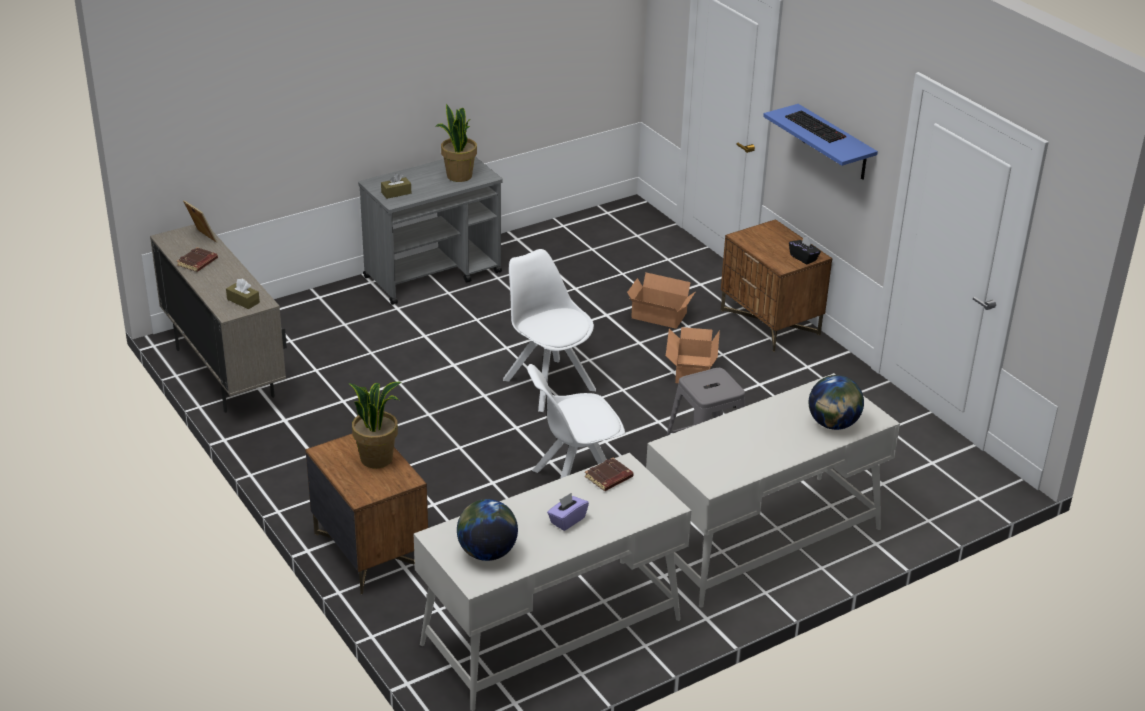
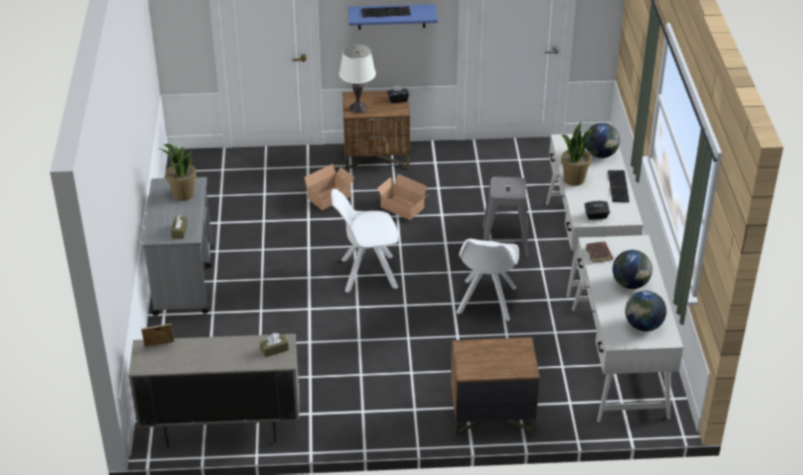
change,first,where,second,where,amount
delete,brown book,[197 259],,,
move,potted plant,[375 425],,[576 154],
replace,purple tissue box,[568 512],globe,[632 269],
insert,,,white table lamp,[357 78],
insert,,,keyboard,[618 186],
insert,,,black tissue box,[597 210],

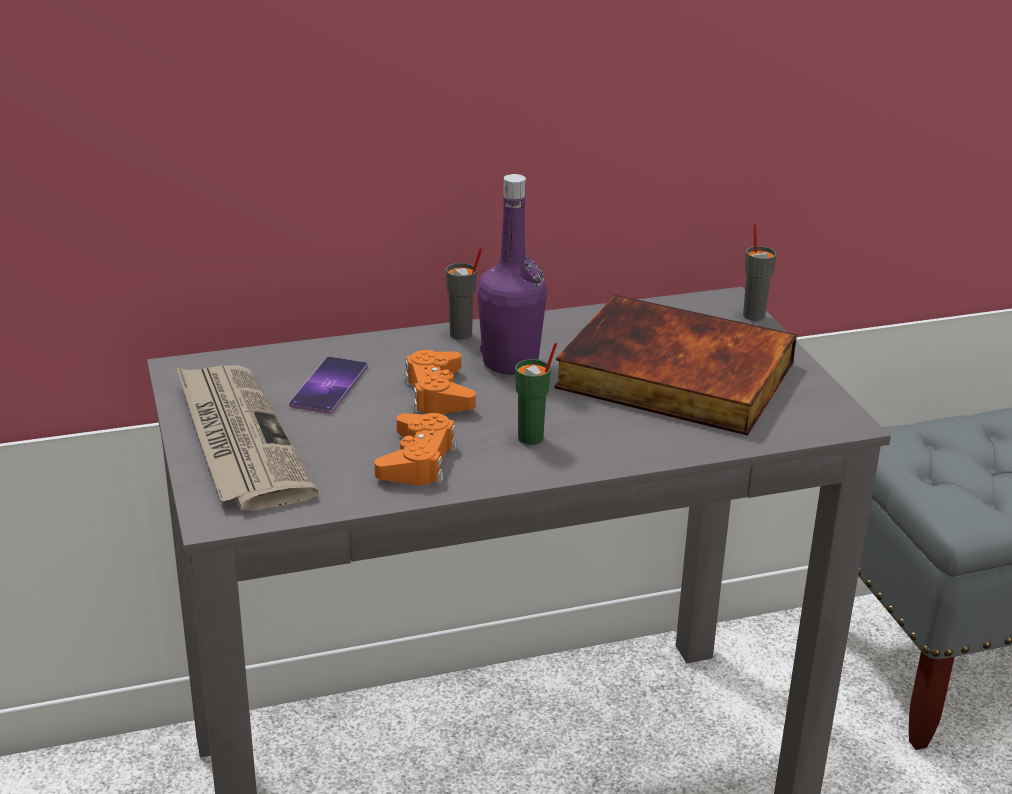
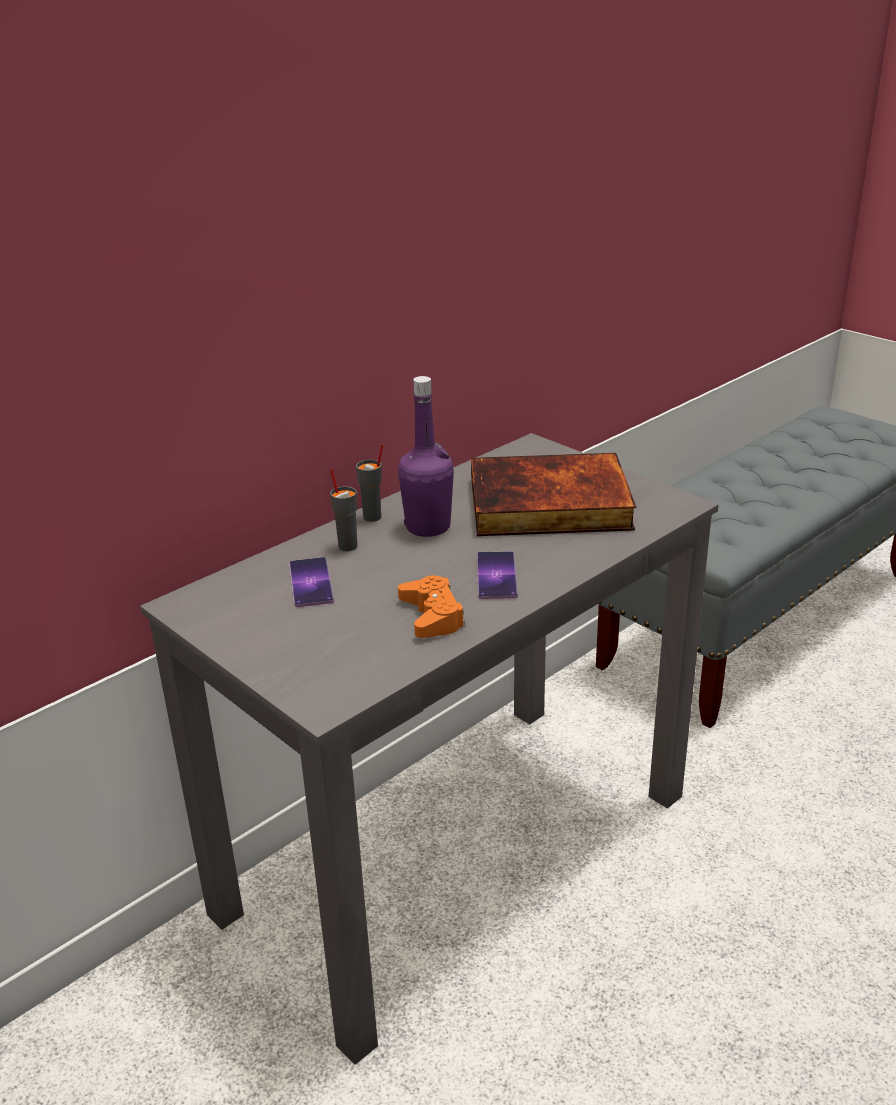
change,first,where,second,where,amount
move,grey cup,[760 272],,[343 510],
replace,green cup,[536 394],phone,[497 575],
delete,orange game controller,[440 382],,,
delete,newspaper,[247 438],,,

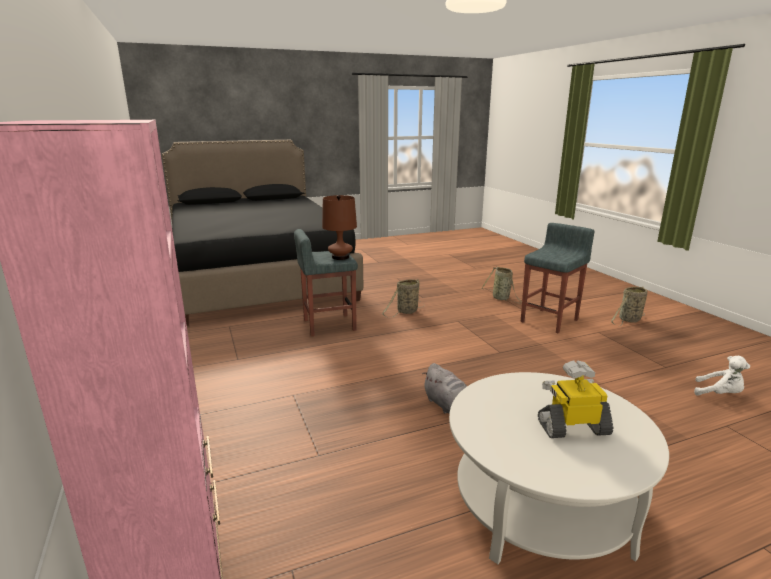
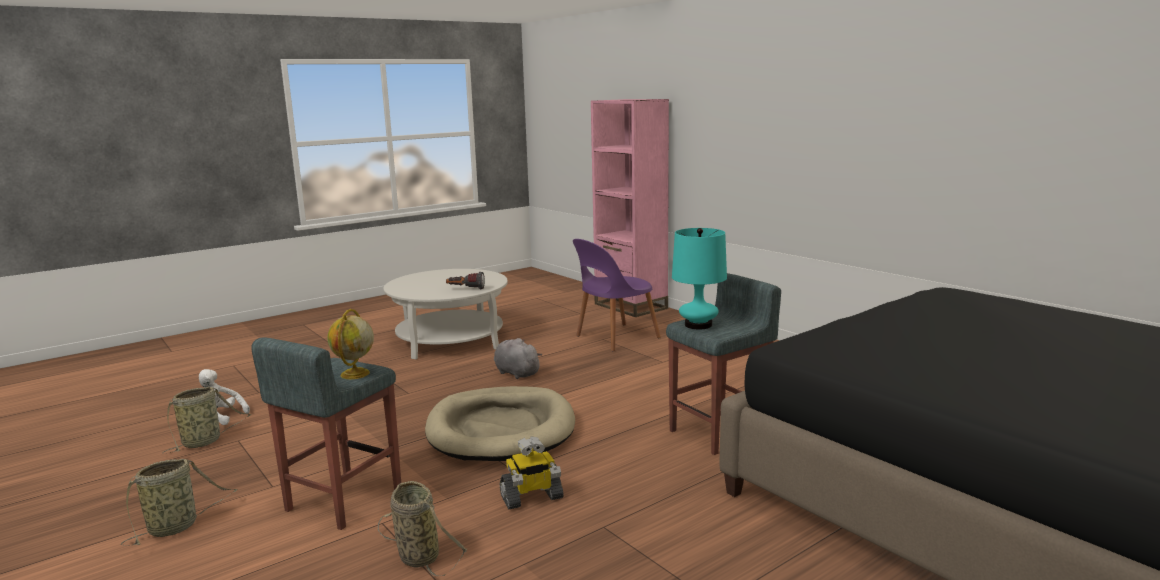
change,first,where,second,where,amount
recolor,brown table lamp,[339 227],turquoise table lamp,[699 278],
move,basket,[403 298],,[207 420],
move,toy robot,[575 399],,[532 473],
insert,,,purple chair,[617 295],
insert,,,flashlight,[465 280],
insert,,,globe,[350 344],
insert,,,beige dog bed,[500 423],

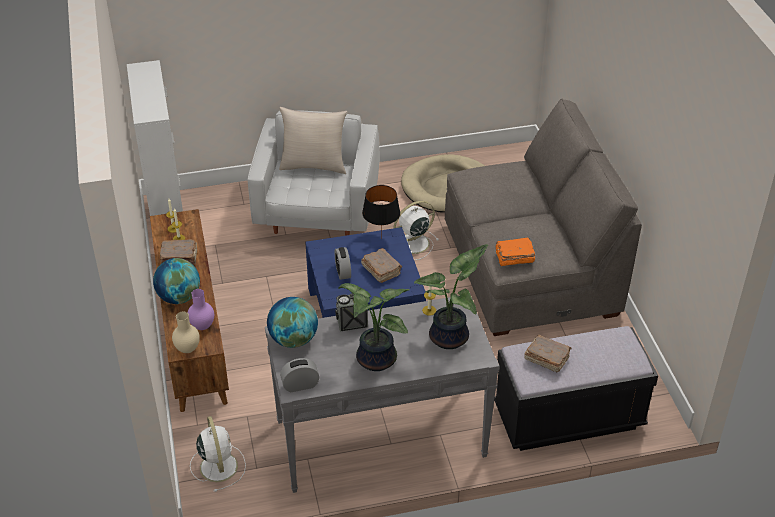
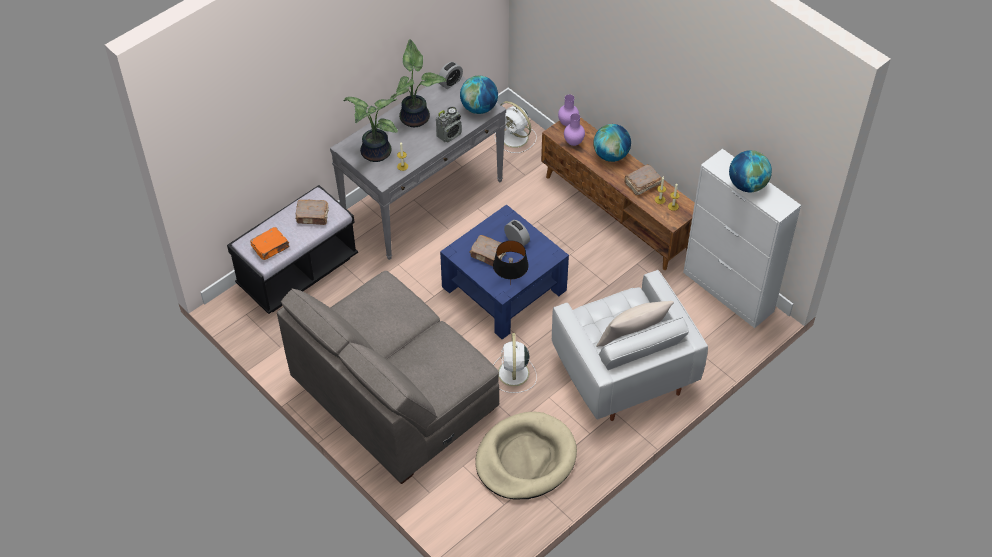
change,first,where,second,where,amount
rotate,white fan,[416 230],,[515 363],150 degrees clockwise
move,orange book,[515 252],,[269 243],
recolor,beige vase,[186 332],purple vase,[568 110],
insert,,,globe,[750 171],

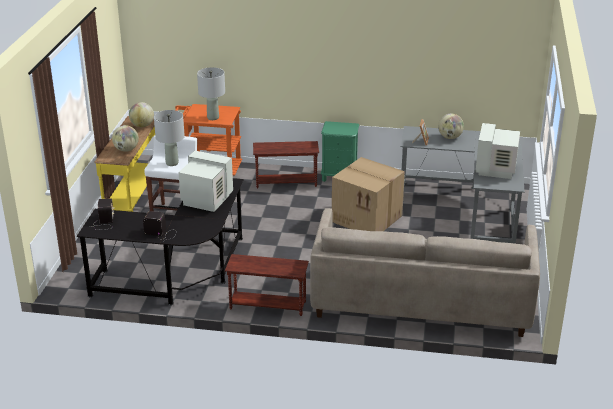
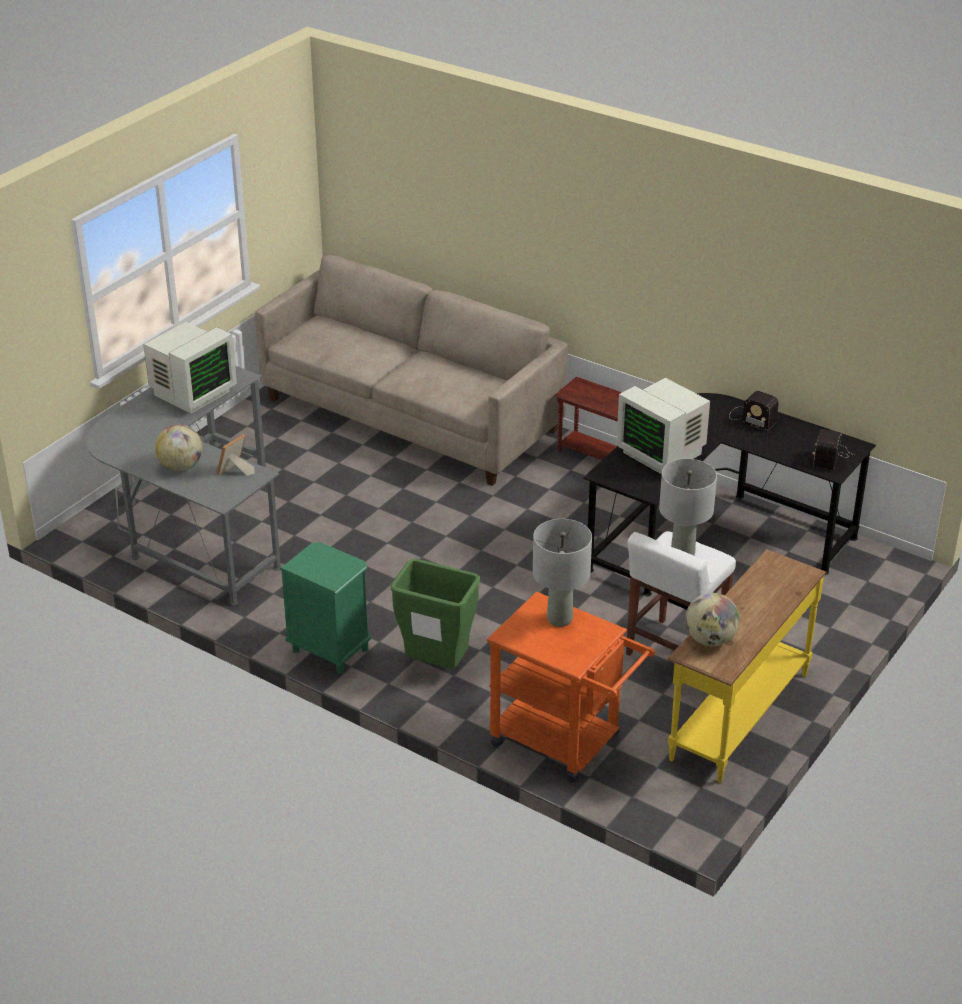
change,first,where,second,where,amount
delete,globe,[125 138],,,
replace,brown side table,[286 165],green trash can,[435 614],
delete,cardboard box,[368 194],,,

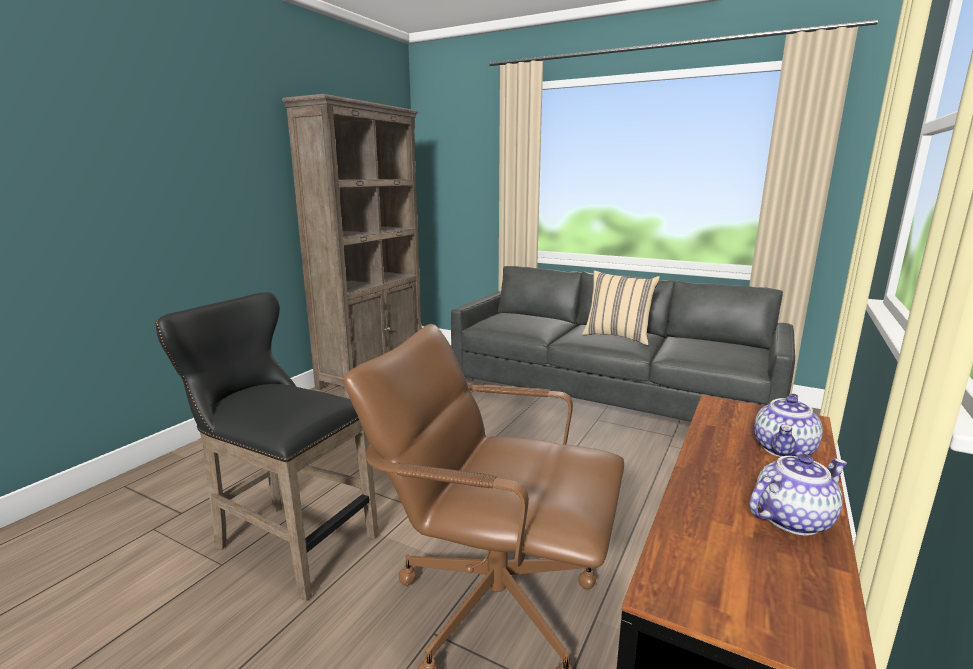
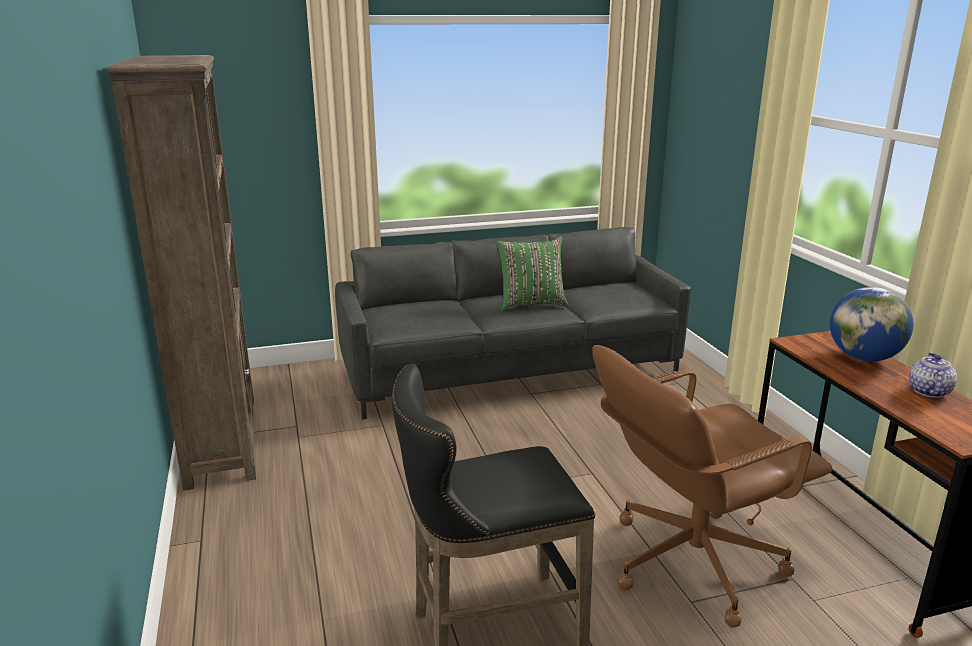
change,first,where,second,where,amount
recolor,beige pillow,[621 308],green pillow,[532 274],
replace,teapot,[788 425],globe,[871 324],

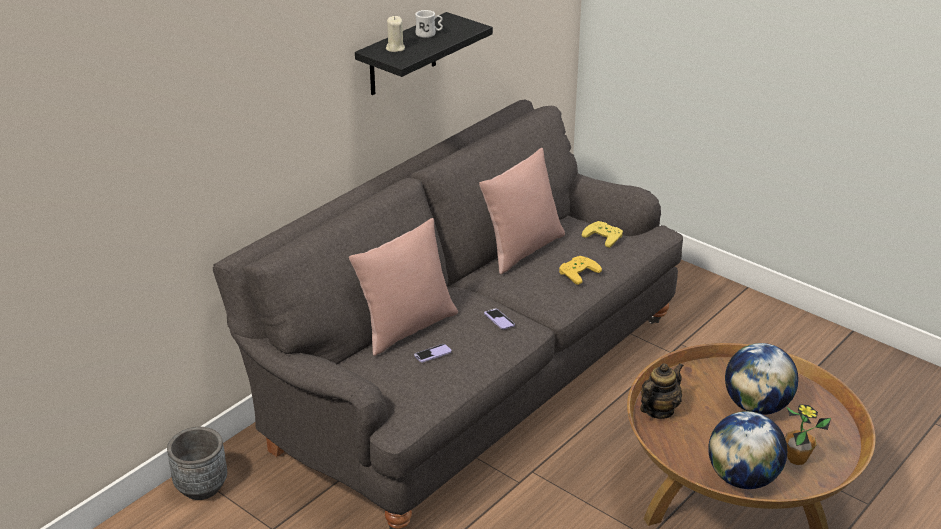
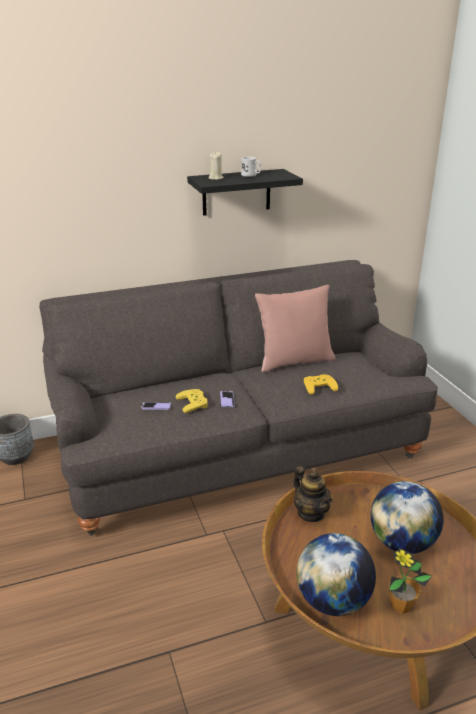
change,first,where,second,where,amount
delete,pink pillow,[403 287],,,
move,yellow game controller,[602 234],,[192 401],
rotate,teapot,[661 391],,[312 494],75 degrees clockwise

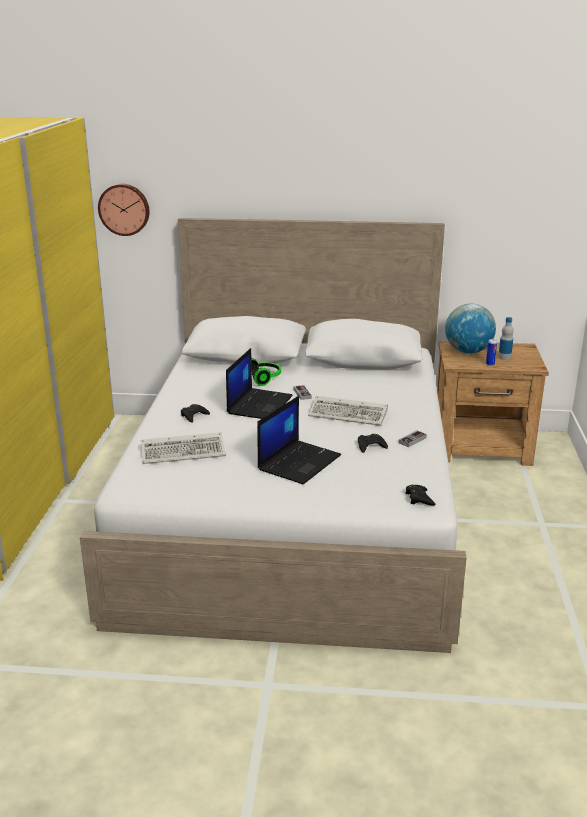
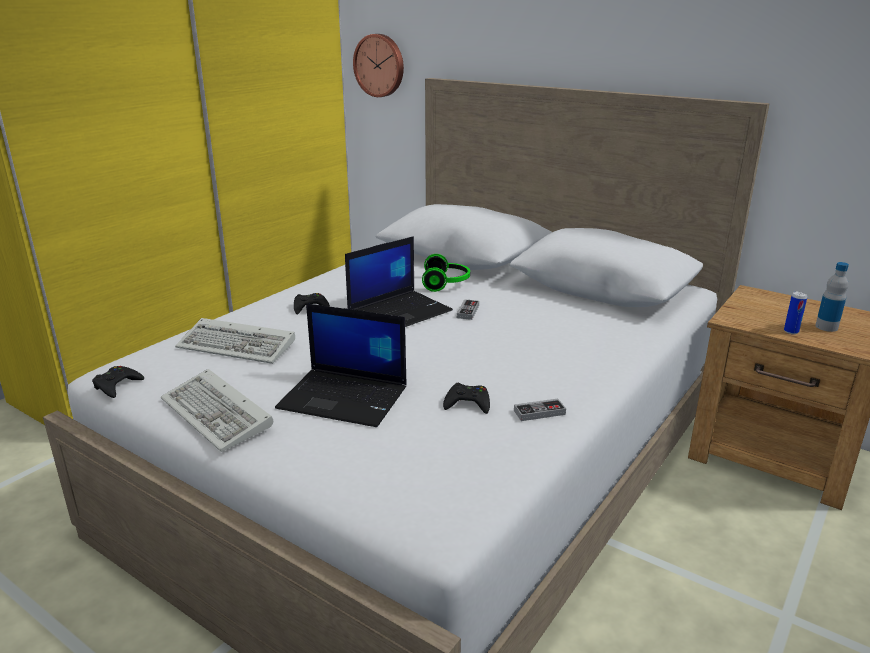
change,first,where,second,where,amount
delete,globe,[470 328],,,
rotate,laptop,[299 440],,[341 365],45 degrees clockwise
move,keyboard,[348 411],,[217 410],
move,black game controller,[421 495],,[118 382],

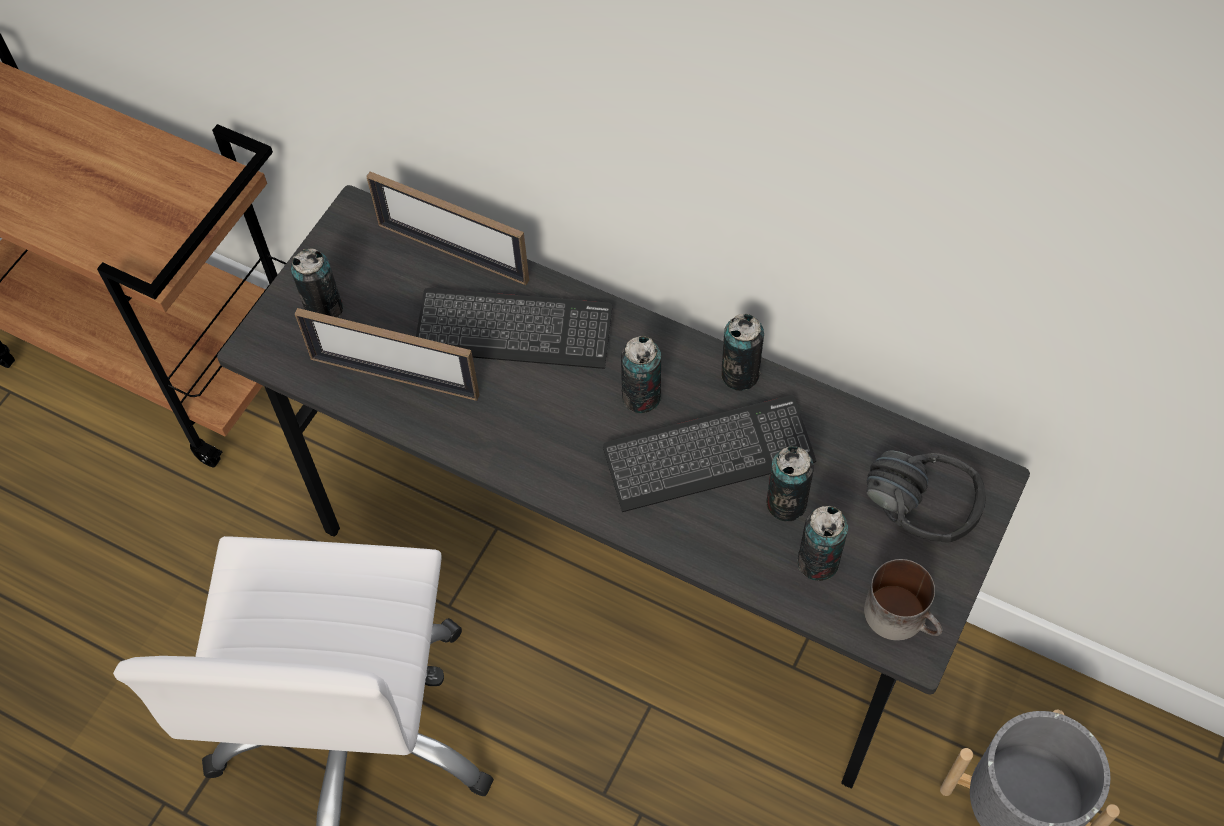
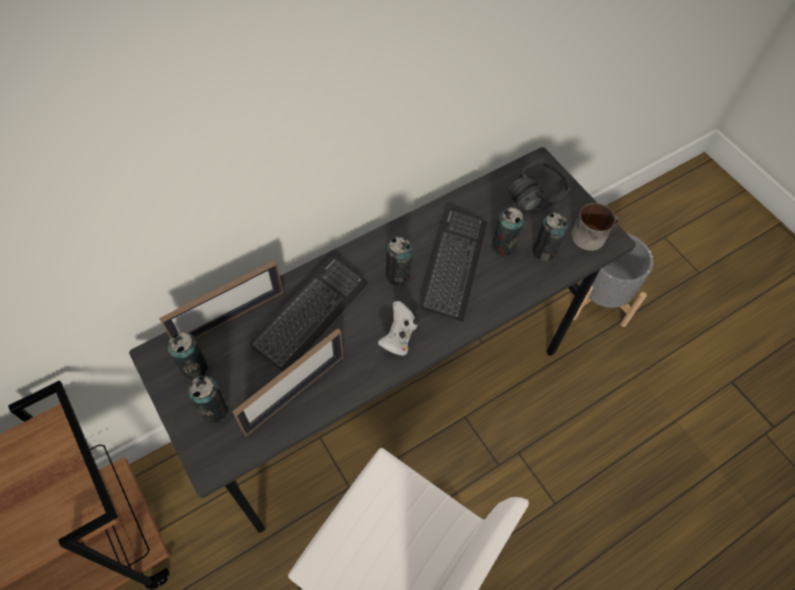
change,first,where,second,where,amount
move,can,[742 352],,[188 356],
insert,,,white game controller,[398 328],

